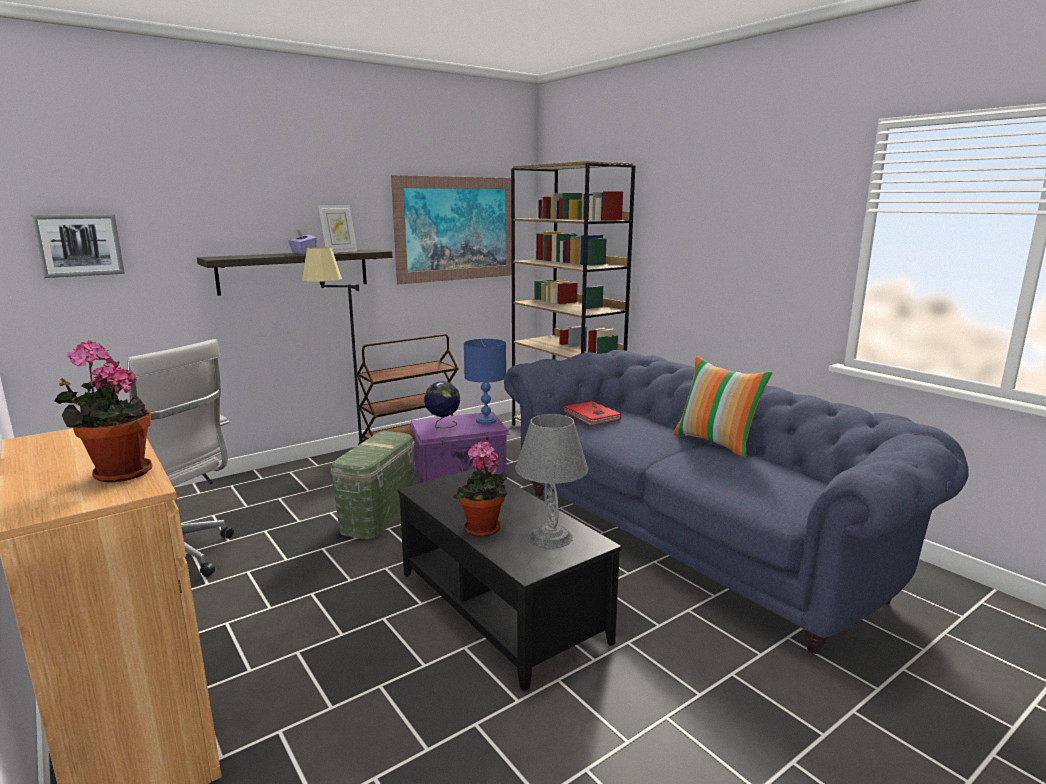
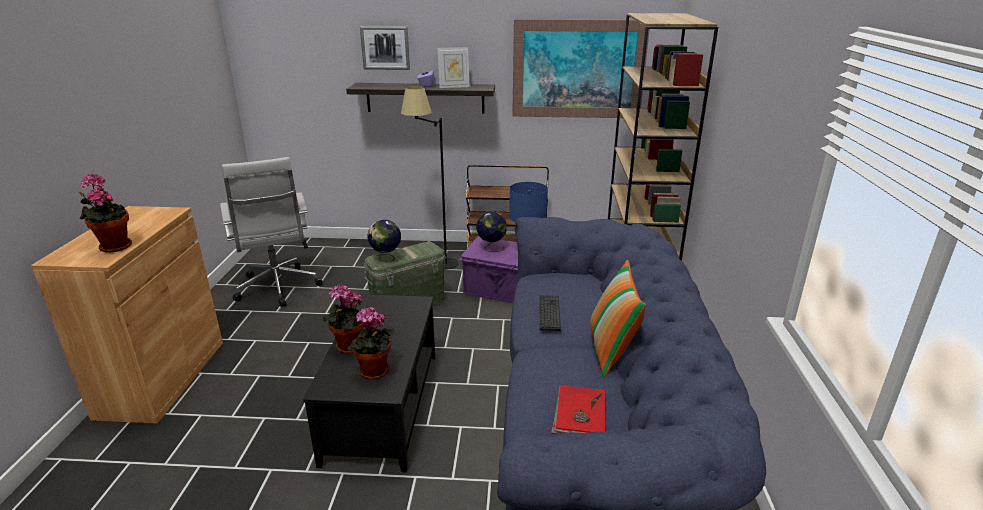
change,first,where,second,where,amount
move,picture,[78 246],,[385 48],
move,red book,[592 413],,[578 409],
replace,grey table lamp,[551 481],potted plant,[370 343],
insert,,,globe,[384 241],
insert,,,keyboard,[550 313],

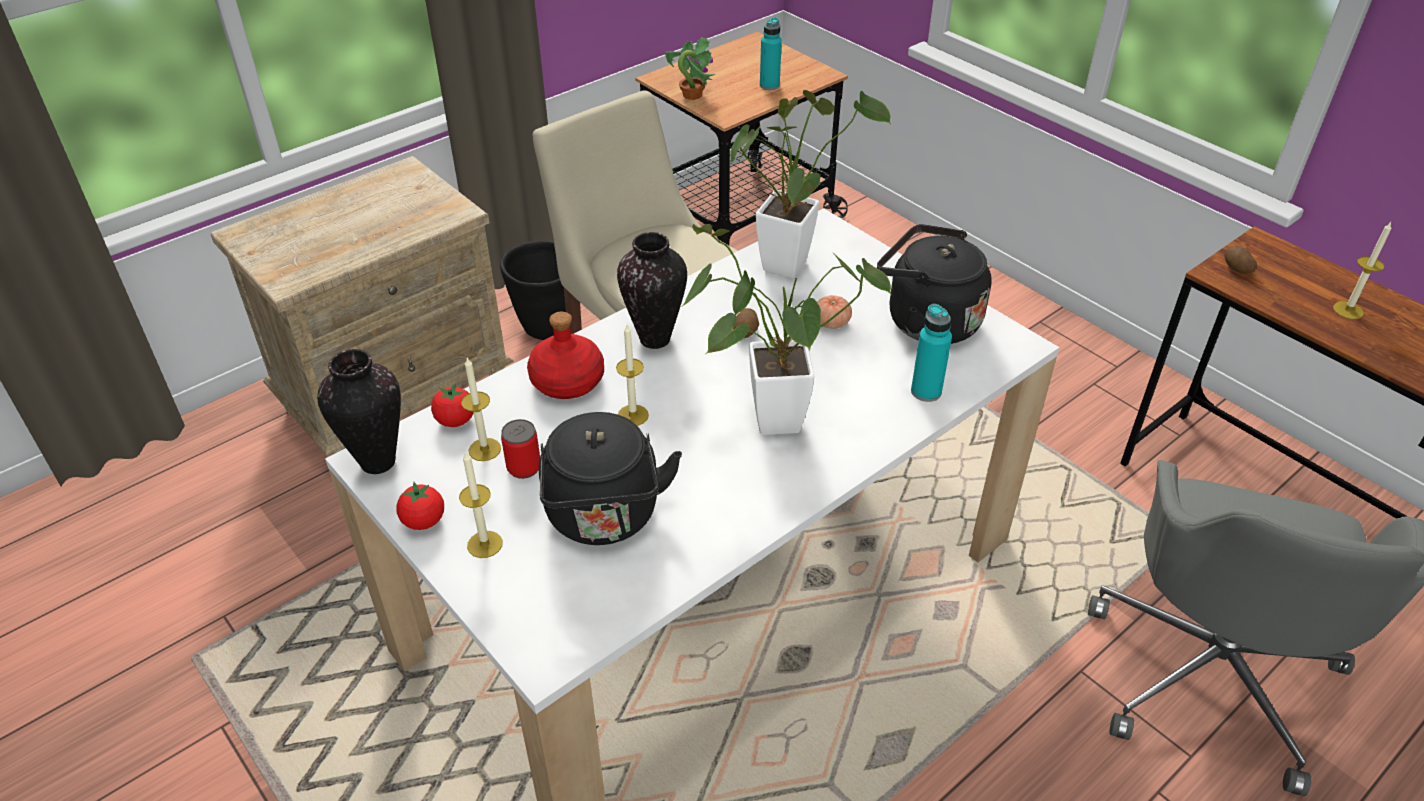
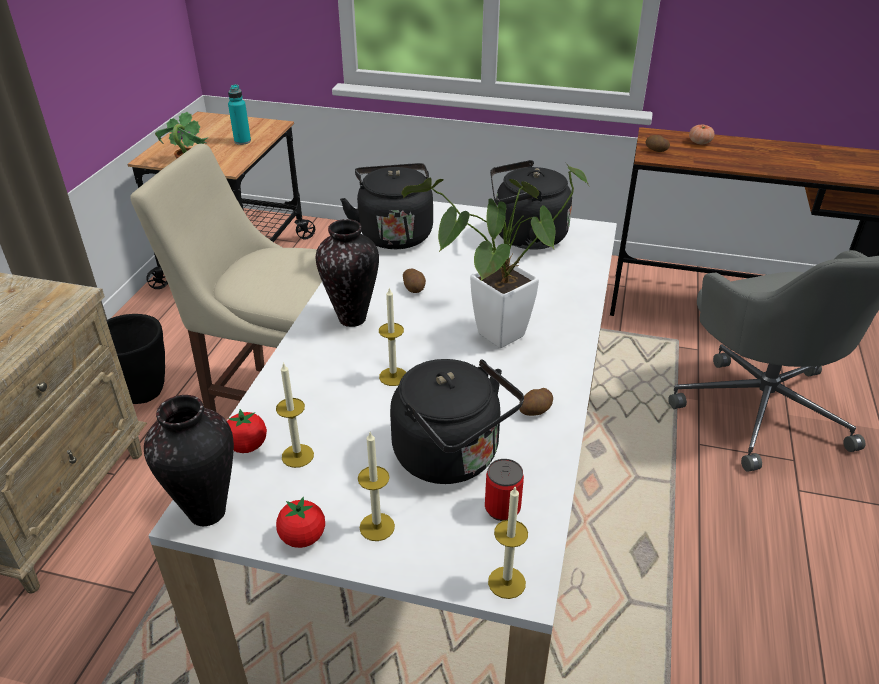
change,first,where,second,where,amount
replace,potted plant,[810 184],black kettle,[386 206],
move,candle,[1362 270],,[508 543],
move,tomato,[834 312],,[702 134],
delete,turquoise bottle,[931 353],,,
delete,red bottle,[565 355],,,
move,can,[520 449],,[504 490],
insert,,,potato,[536 402],

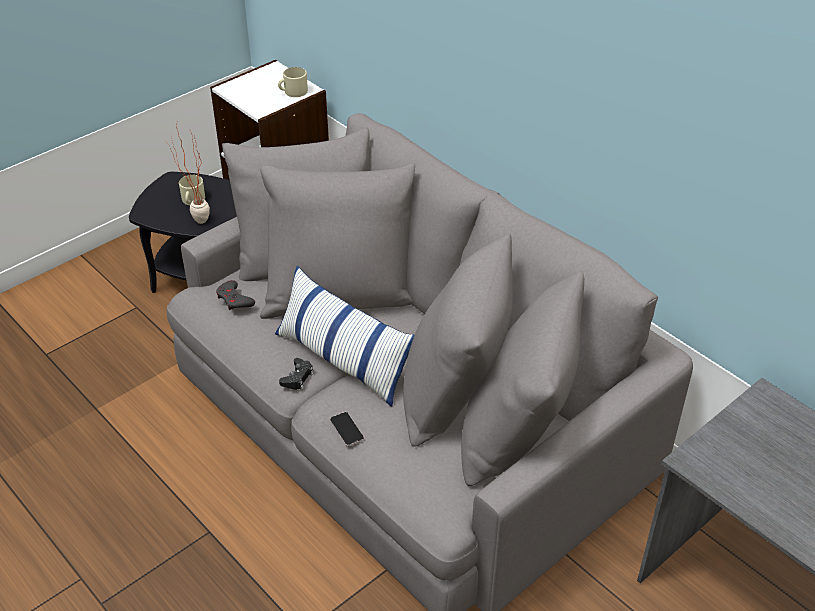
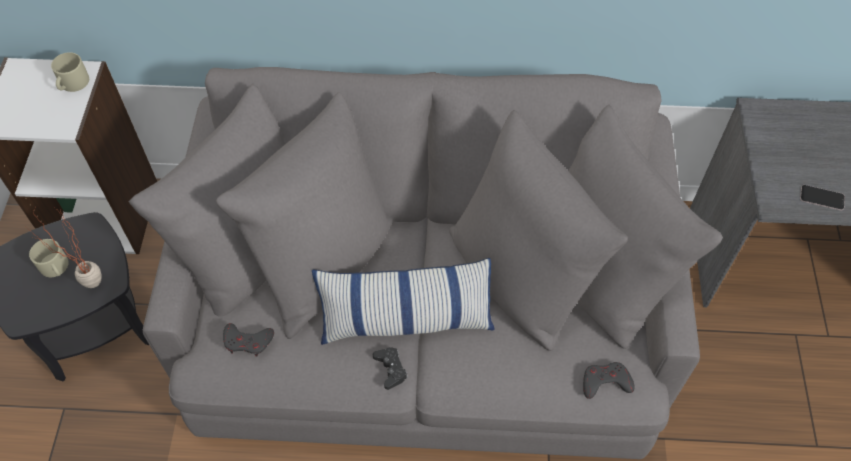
change,first,where,second,where,amount
move,phone,[347 429],,[822 198],
insert,,,grey game controller,[609 380],

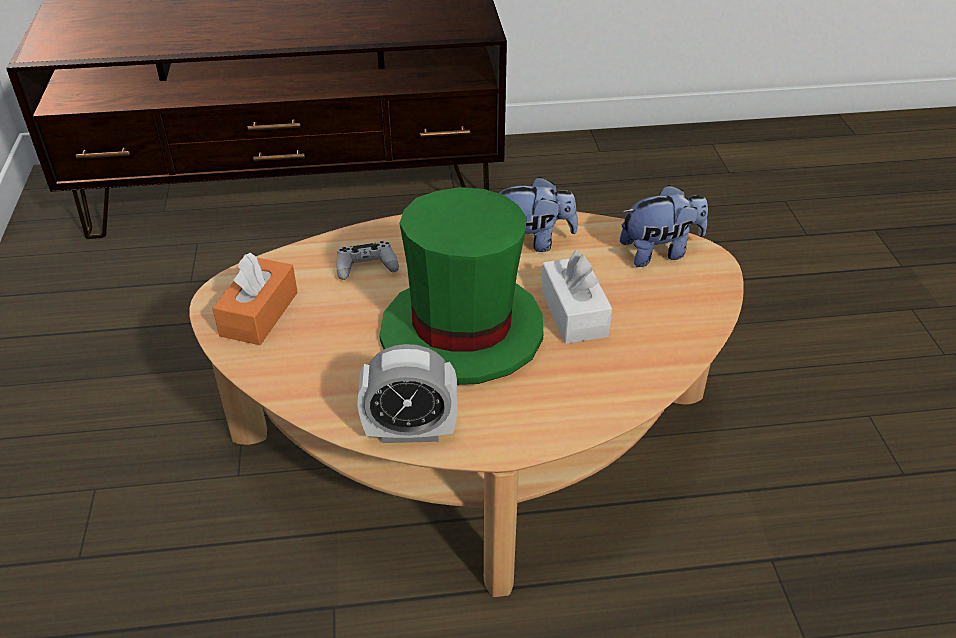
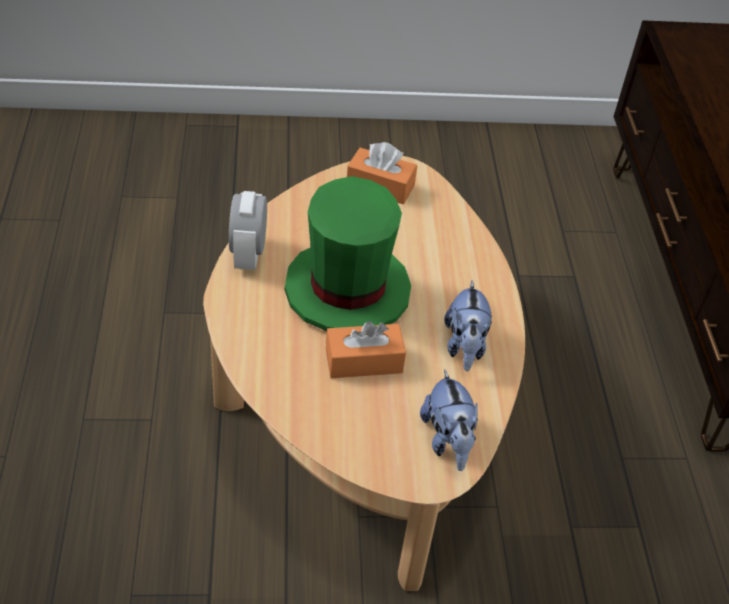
change,first,where,second,where,amount
delete,white game controller,[367 260],,,
recolor,white tissue box,[576 297],orange tissue box,[366 349],

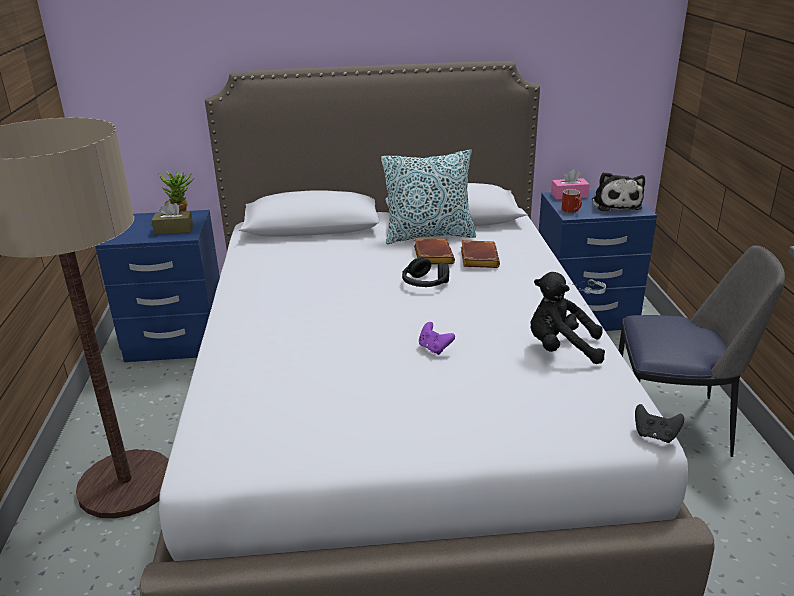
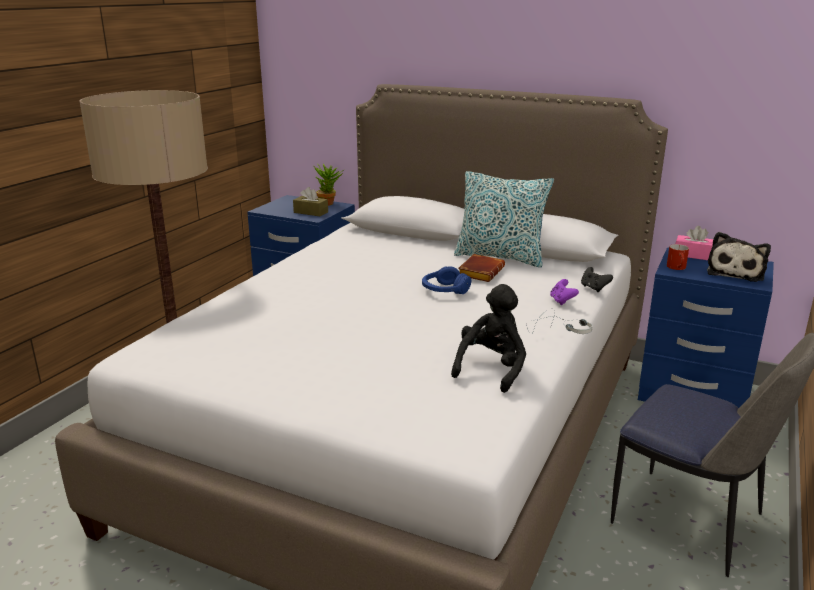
change,first,where,second,where,amount
delete,brown book,[480 254],,,
recolor,black headphones,[425 272],blue headphones,[446 280],
rotate,black plush toy,[567 318],,[488 338],75 degrees clockwise
move,purple game controller,[437 338],,[564 292],
move,black game controller,[659 423],,[597 279],

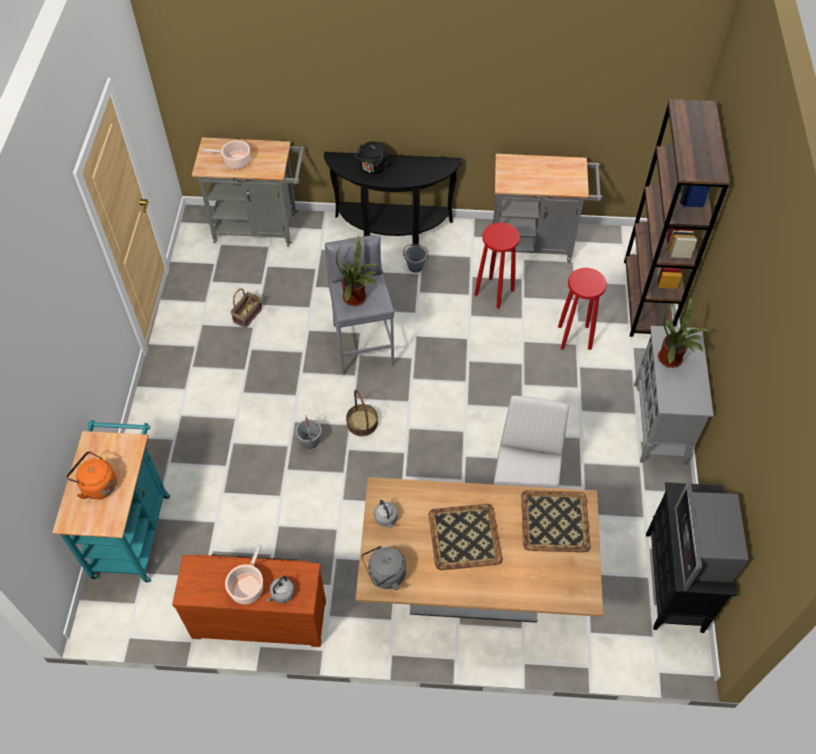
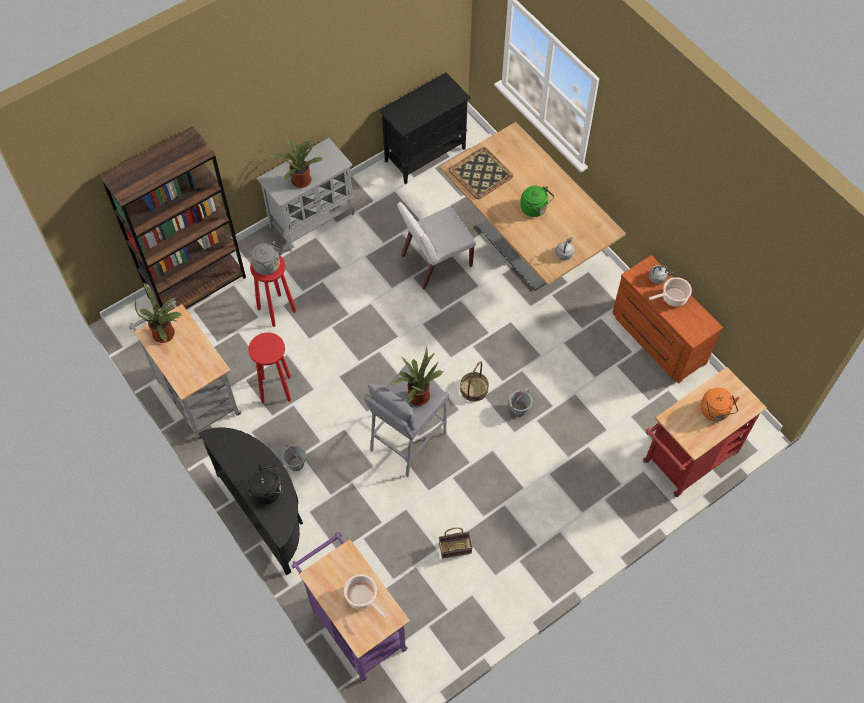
change,first,where,second,where,amount
recolor,grey cart,[248 192],purple cart,[350 606],
recolor,turquoise cart,[111 501],red cart,[705 432],
delete,microwave,[711 536],,,
replace,tray,[465 537],green kettle,[537 201],
move,grey kettle,[383 568],,[267 258],
insert,,,potted plant,[159 312],

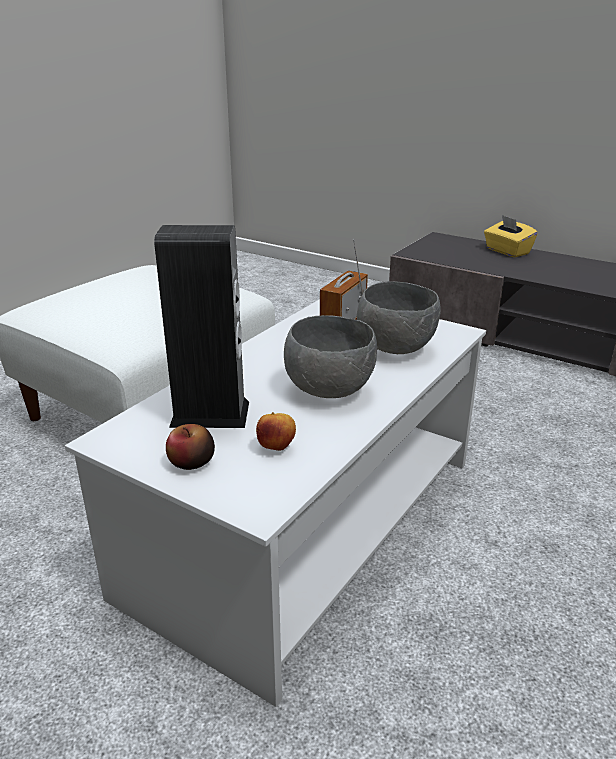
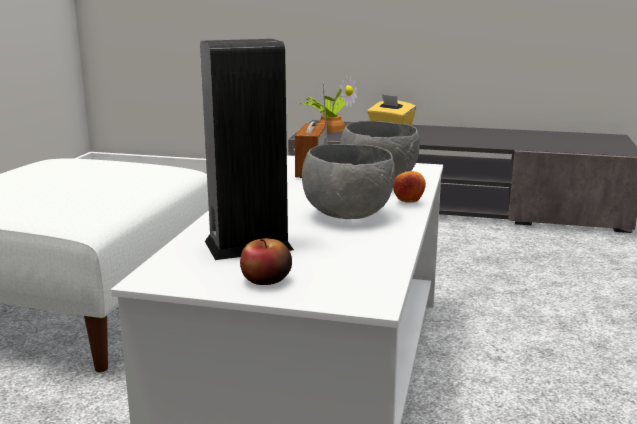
change,first,where,second,where,amount
move,apple,[276 431],,[409 187],
insert,,,potted plant,[328 103],

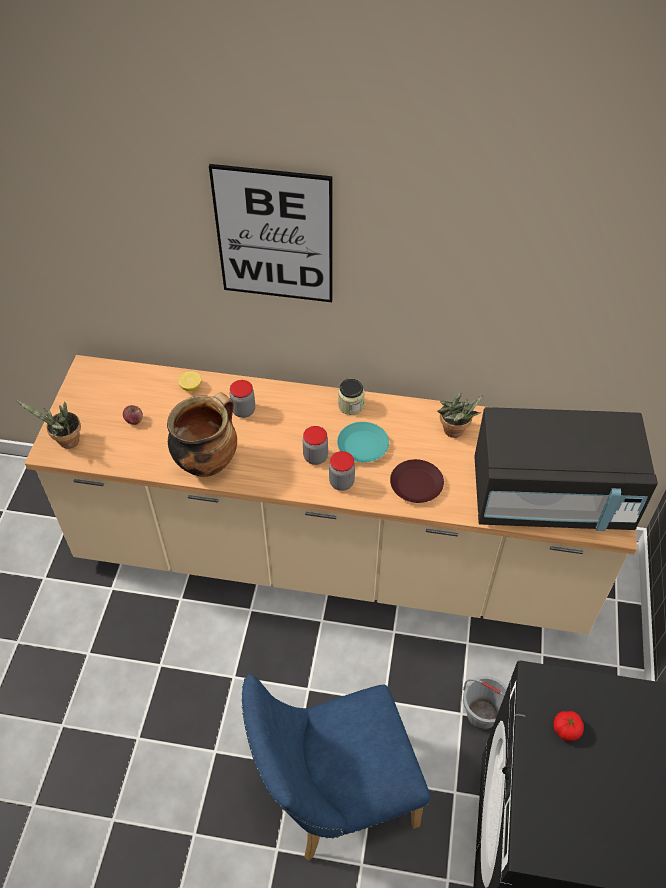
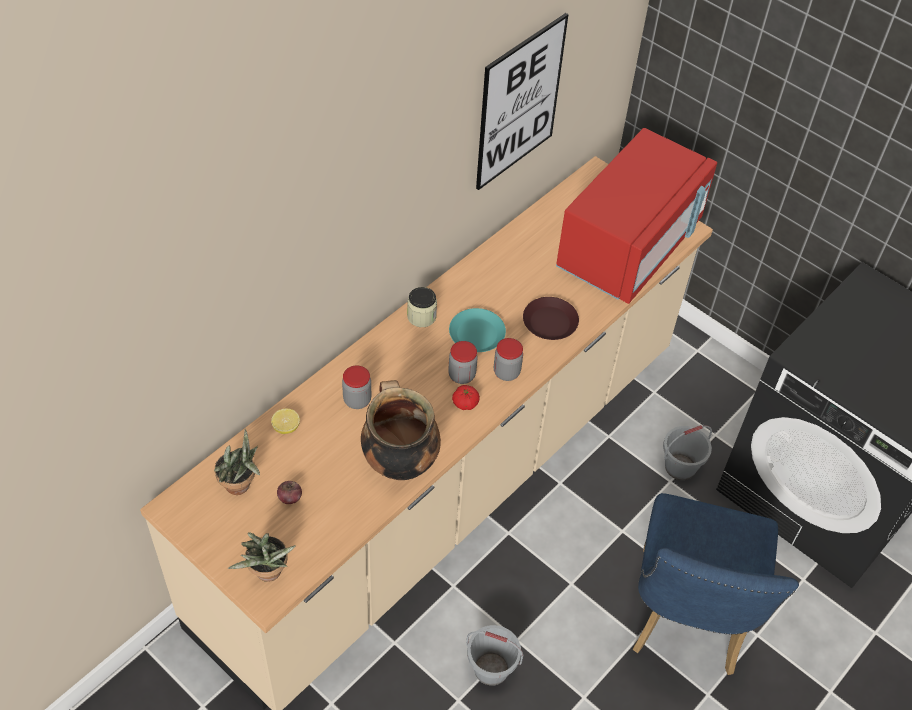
change,first,where,second,where,amount
move,picture,[271 233],,[522 101],
move,potted plant,[460 415],,[237 461],
recolor,black microwave,[566 469],red microwave,[636 216],
move,tomato,[569 726],,[466 397],
insert,,,grey bucket,[494 655],

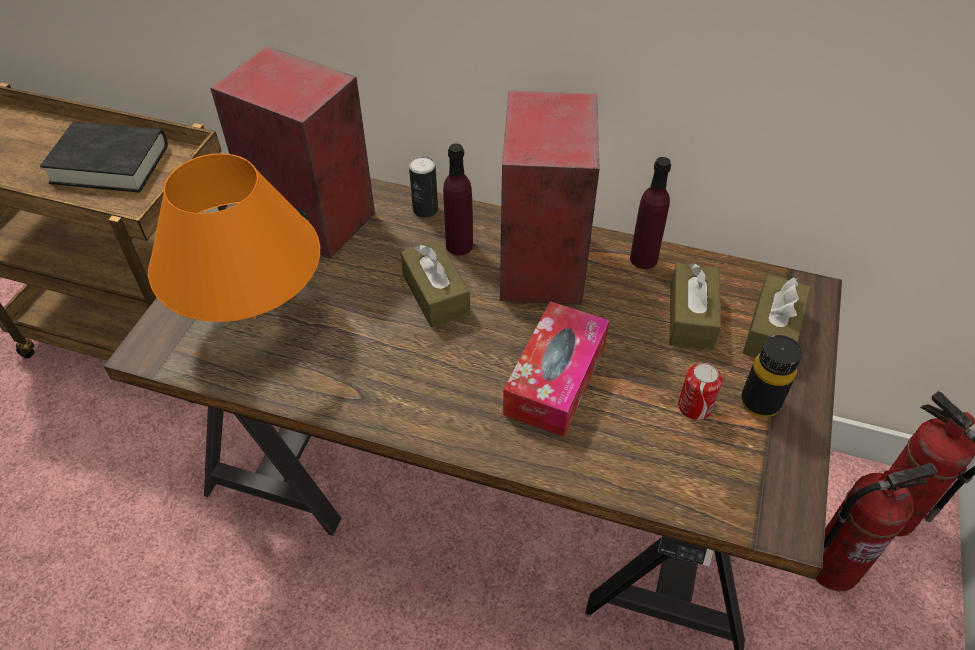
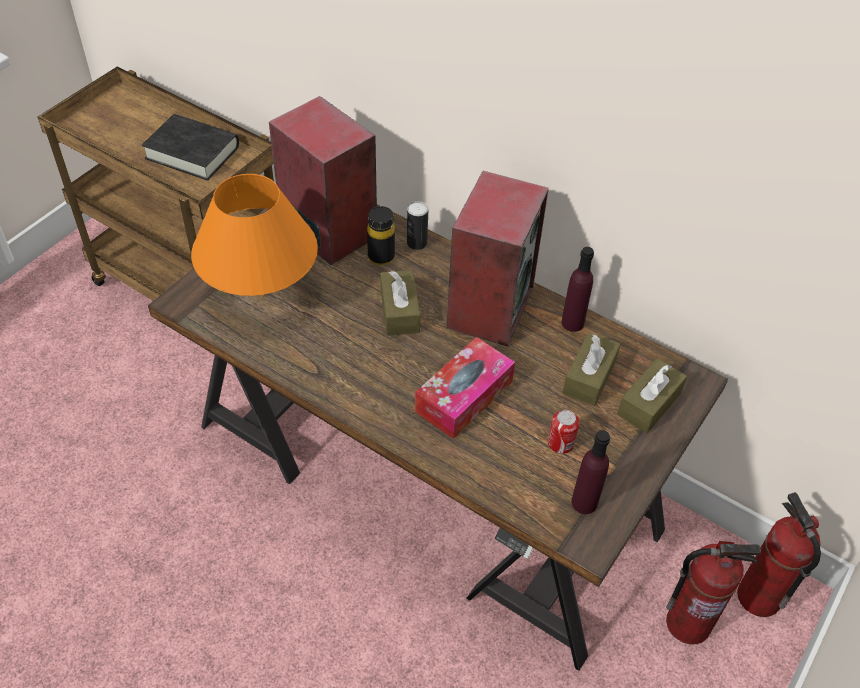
change,first,where,second,where,amount
move,purple bottle,[458 199],,[590 472],
move,black bottle,[771 376],,[381 236],

